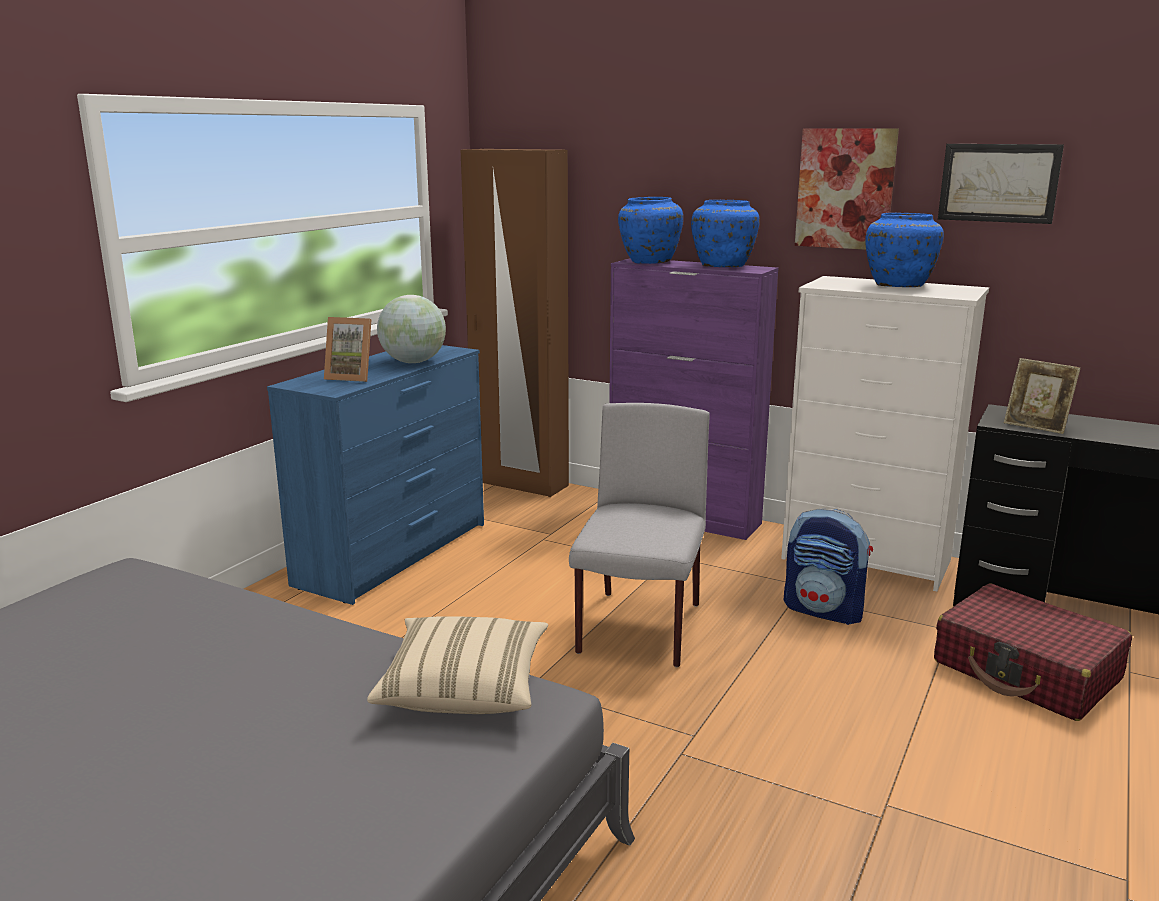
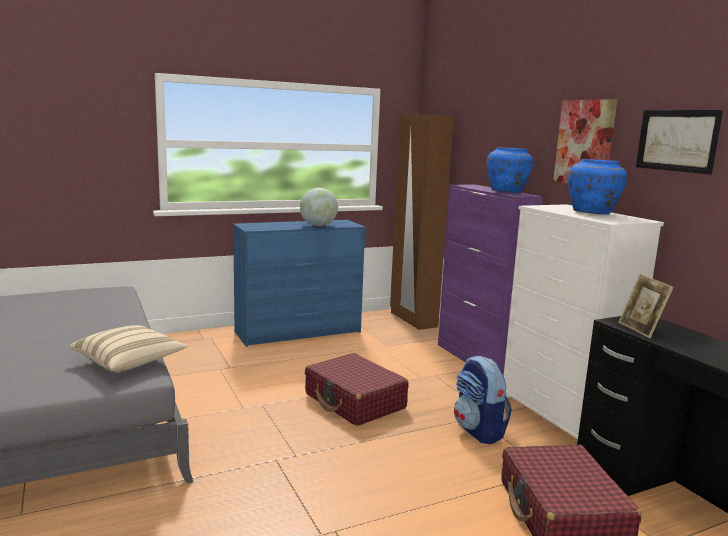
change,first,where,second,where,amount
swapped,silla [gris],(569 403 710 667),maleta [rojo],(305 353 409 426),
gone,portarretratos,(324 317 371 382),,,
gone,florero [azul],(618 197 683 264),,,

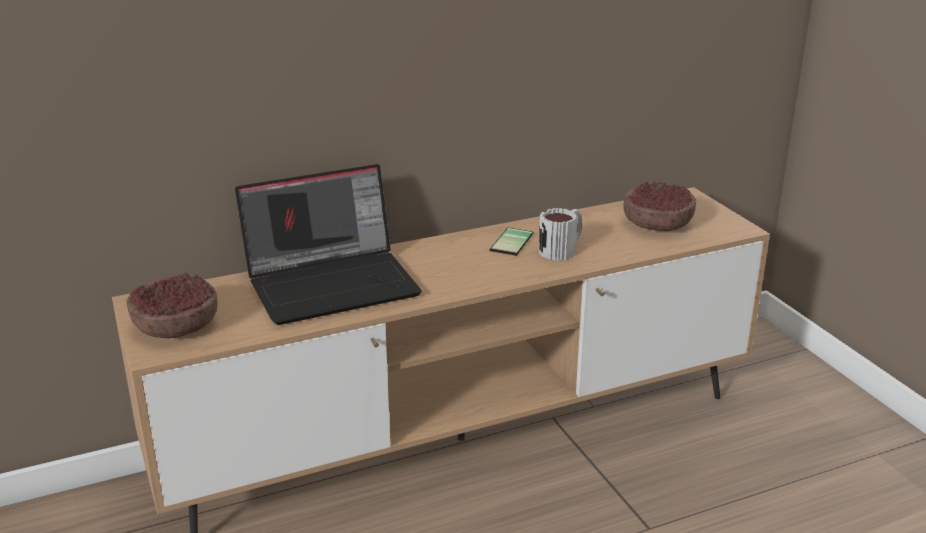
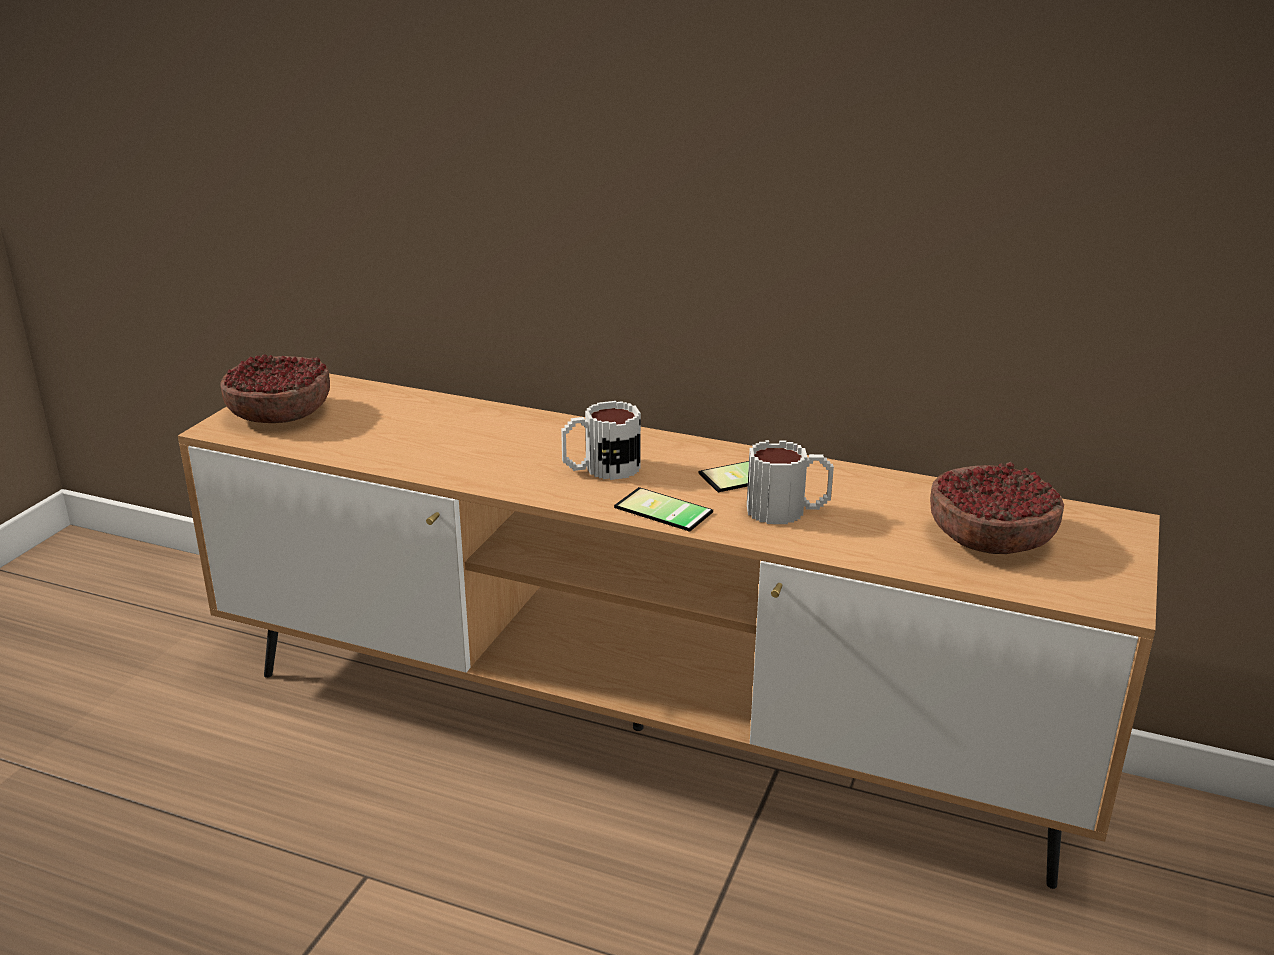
change,first,where,second,where,amount
new,,,taza grande,(561 401 641 480),
new,,,móvil,(614 487 713 532),
gone,portátil,(235 164 422 325),,,

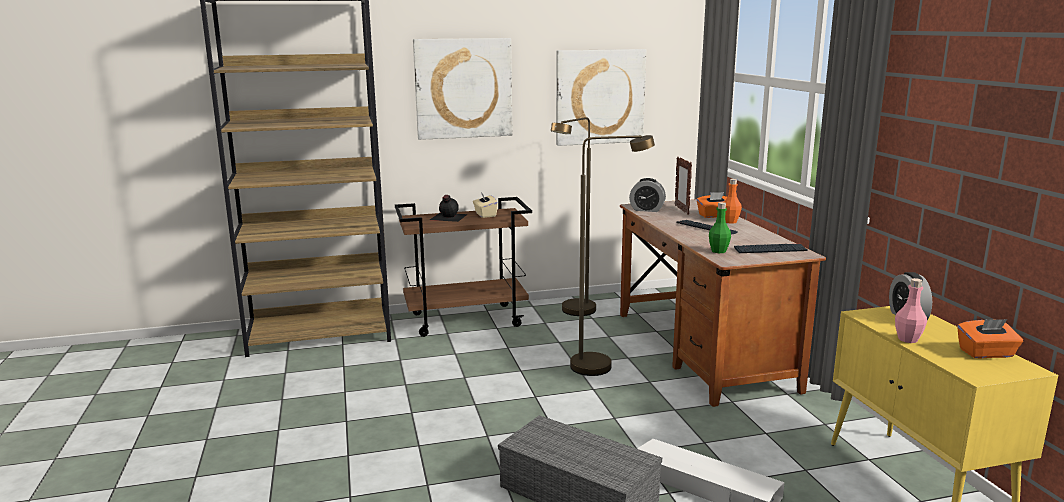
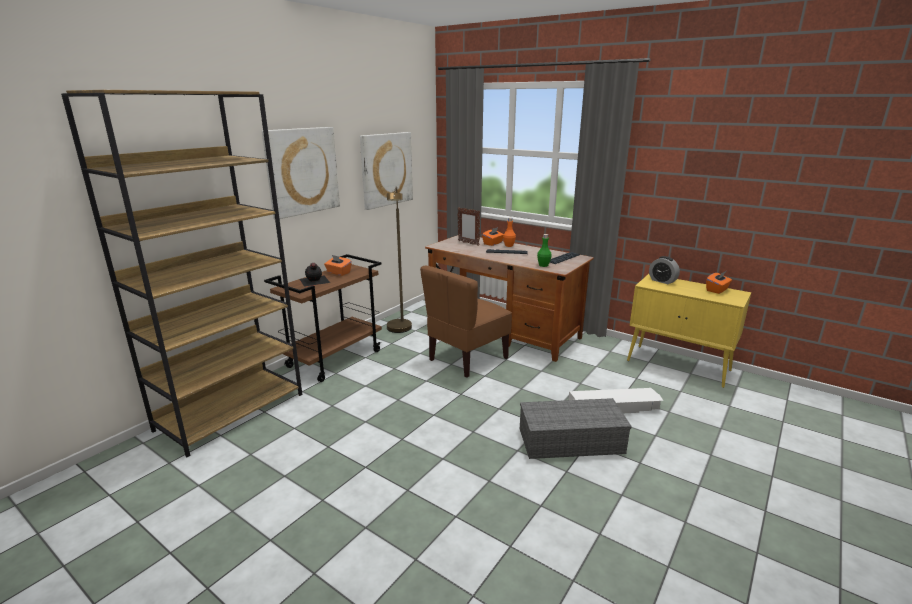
change,first,where,second,where,amount
repainted,caja de pañuelos [beis],(473 192 498 218),caja de pañuelos [naranja],(324 255 352 276),
swapped,lámpara de pie [marrón],(570 135 655 376),silla [marrón],(420 266 512 378),
gone,despertador,(629 178 666 212),,,
gone,botella [rosa],(895 278 927 343),,,

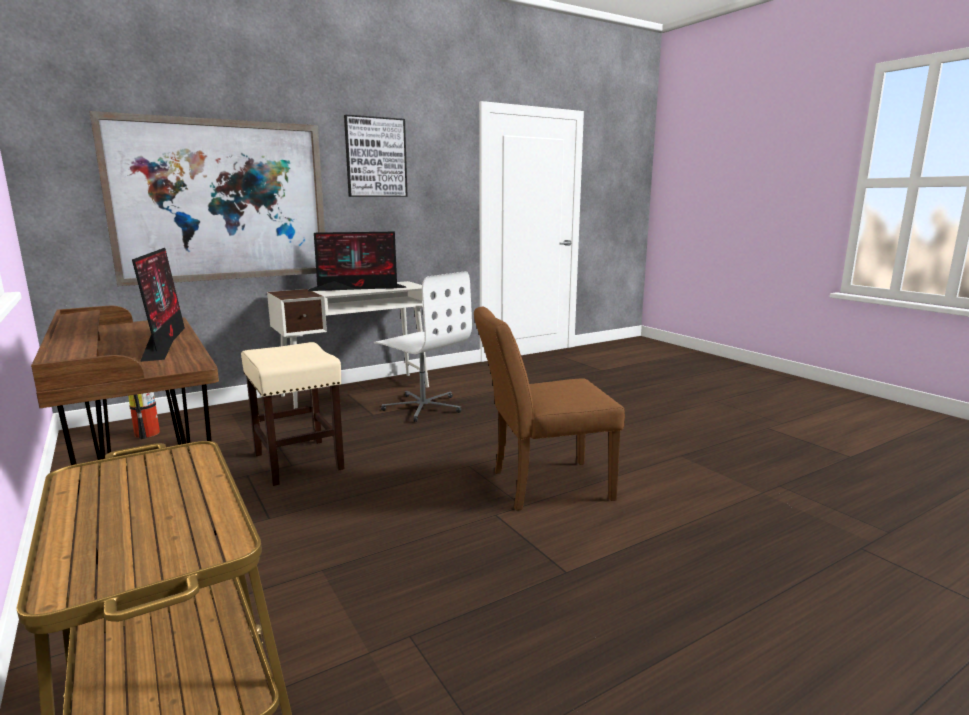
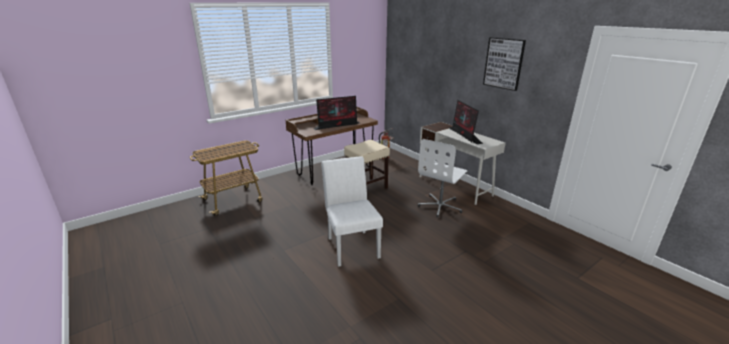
change,first,where,second,where,amount
repainted,silla [marrón],(474 307 625 511),silla [blanco],(321 156 383 267),
gone,cuadro,(89 111 325 286),,,

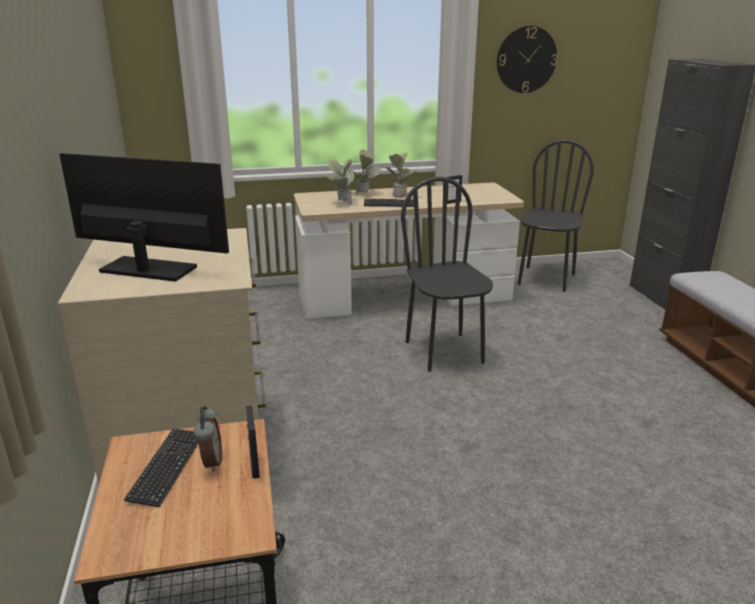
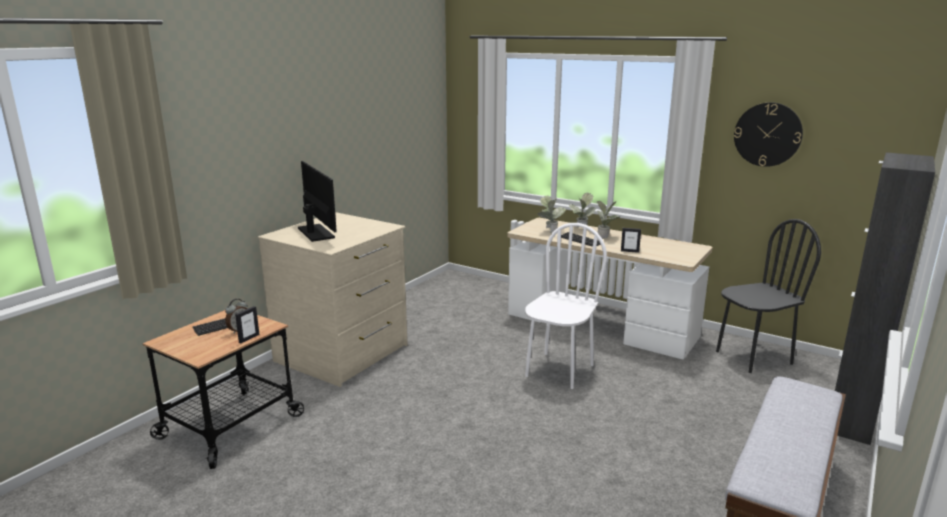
change,first,where,second,where,amount
repainted,silla [negro],(401 177 493 372),silla [blanco],(525 223 607 389),

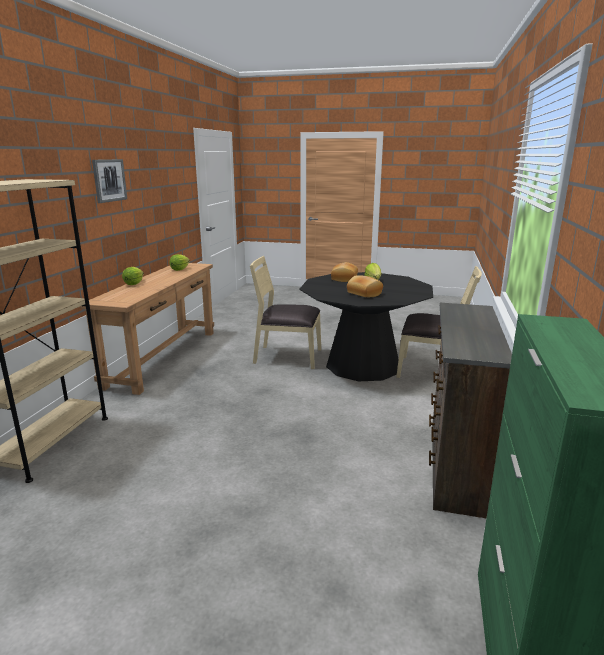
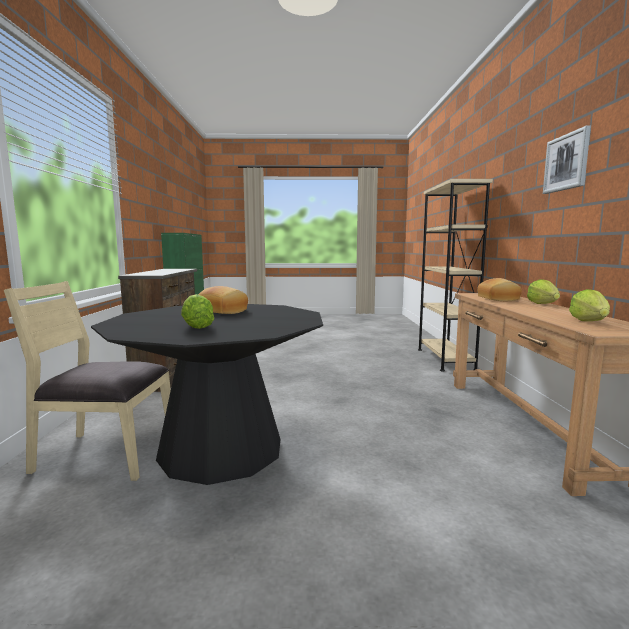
change,first,where,second,where,amount
shifted,pan,(331 262 358 282),,(477 278 522 301),
gone,silla [beis],(250 256 321 369),,,

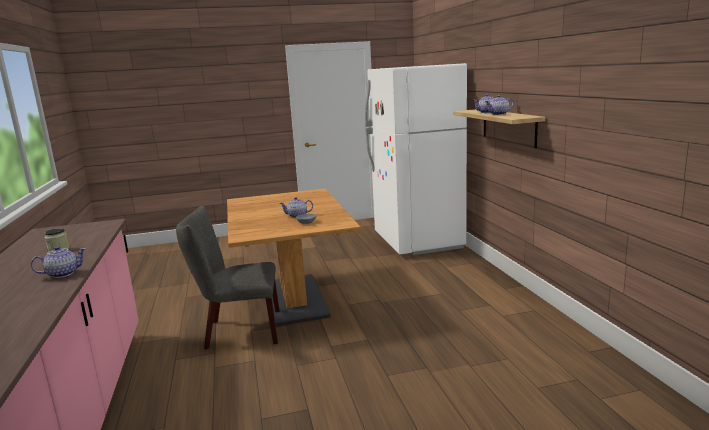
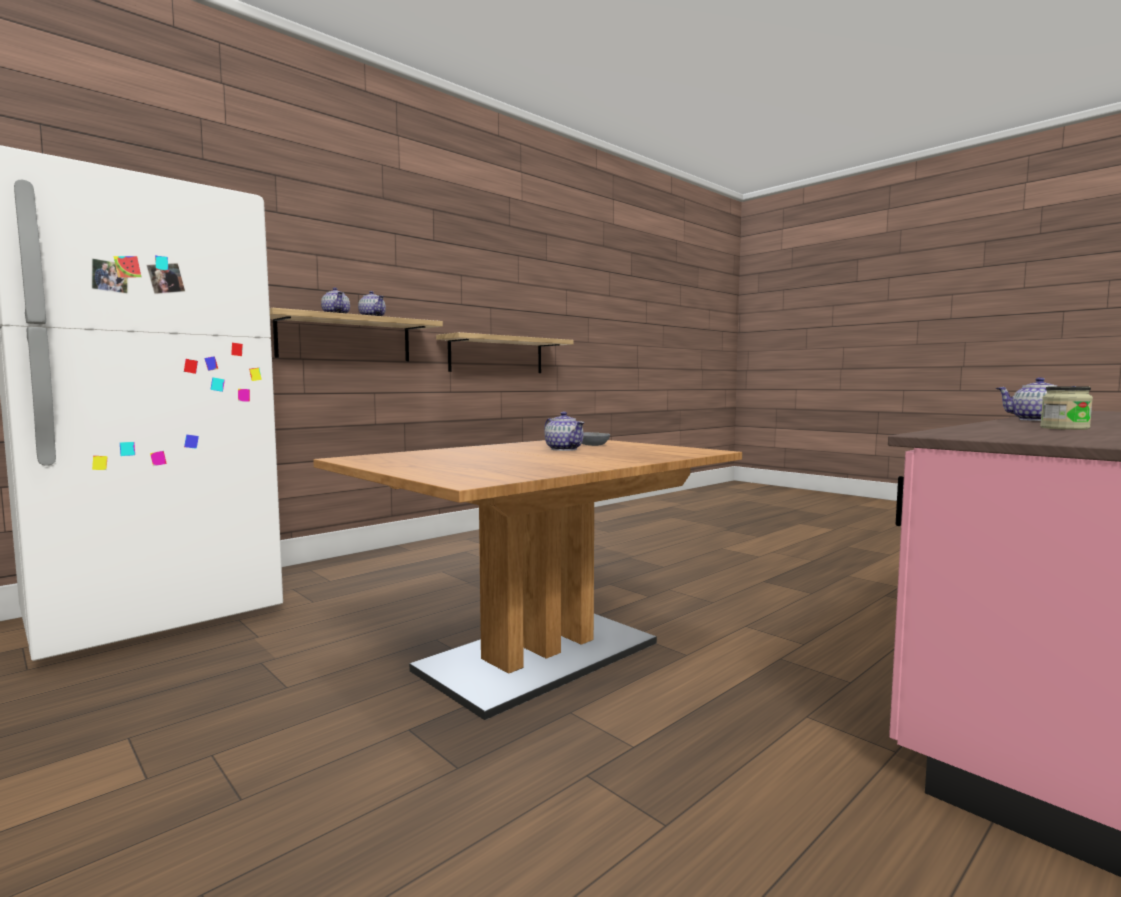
change,first,where,second,where,amount
new,,,estante,(436 332 573 373),
gone,silla [gris],(176 205 280 350),,,

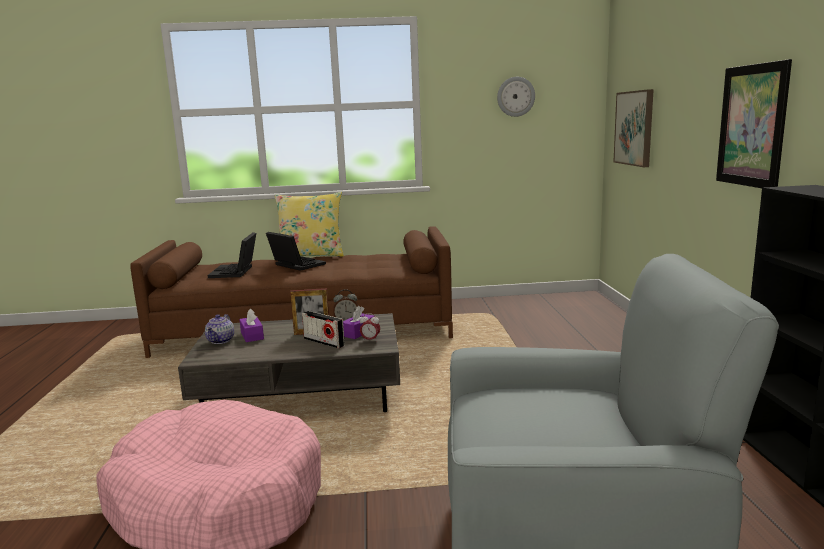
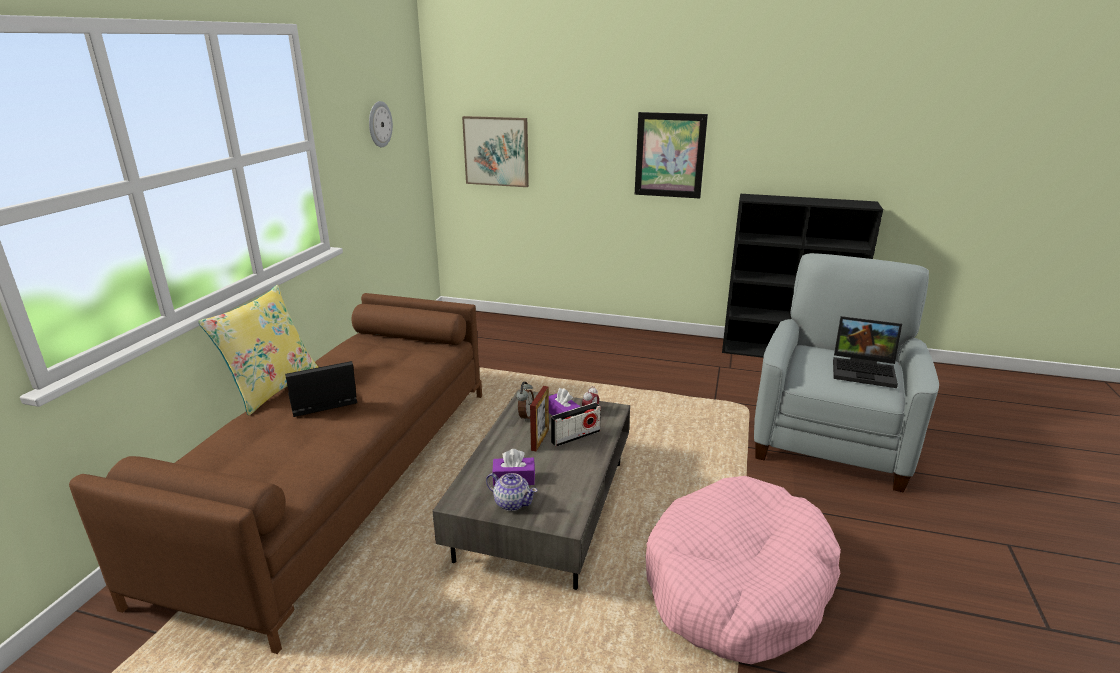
change,first,where,second,where,amount
shifted,portátil,(207 232 256 278),,(833 316 902 388),

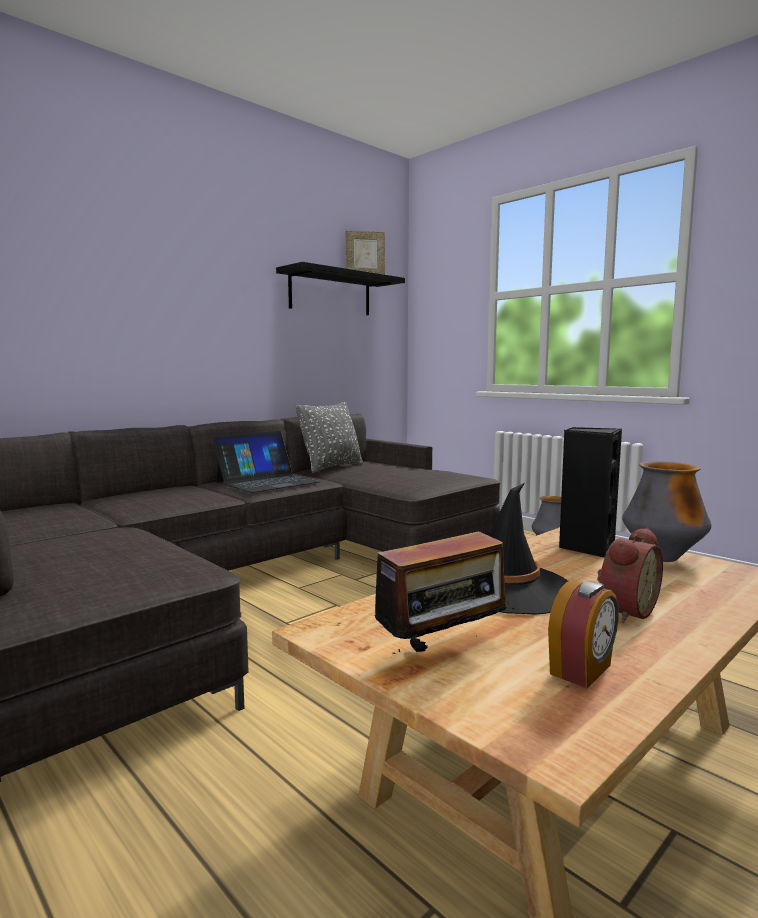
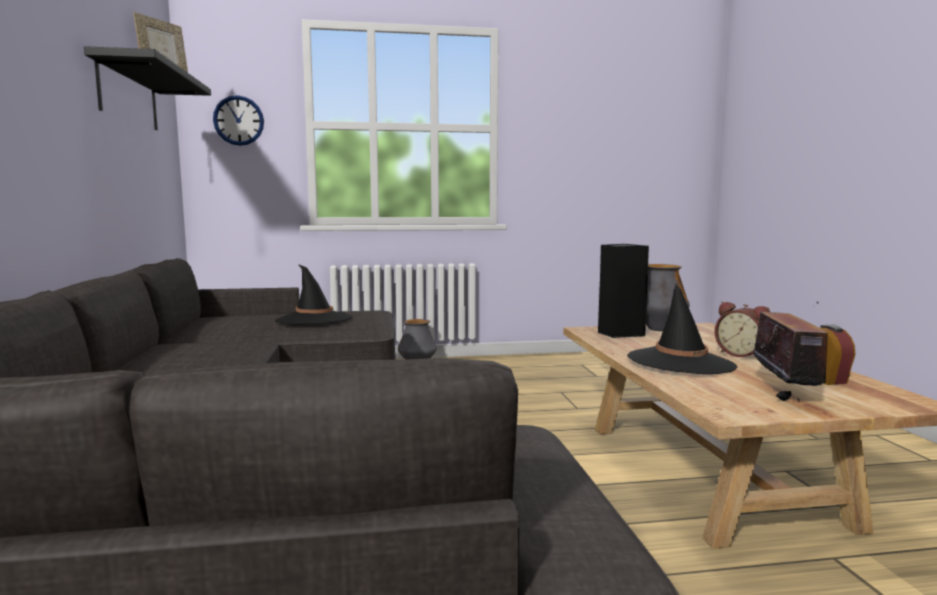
change,first,where,second,where,amount
new,,,reloj de pared,(213 95 264 146),
new,,,sombrero [negro],(275 264 353 324),
rotated,despertador,(597 528 663 623),,(715 302 770 357),150 degrees clockwise
gone,portátil,(213 431 320 493),,,
gone,cojín [gris],(296 402 363 473),,,

